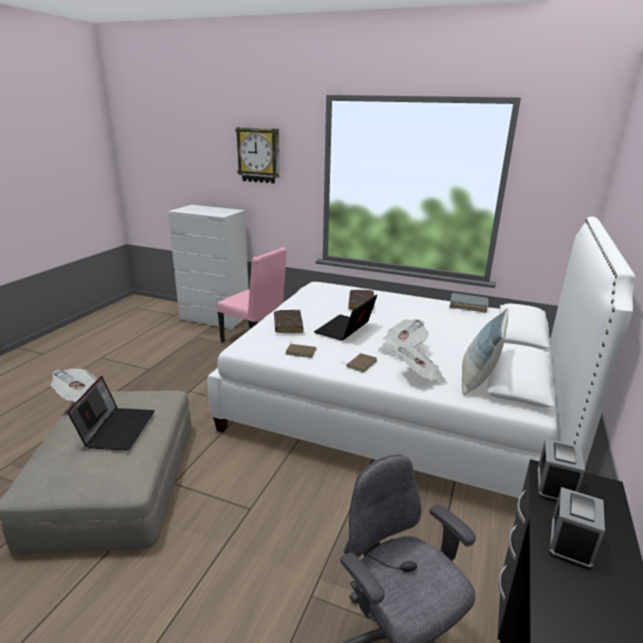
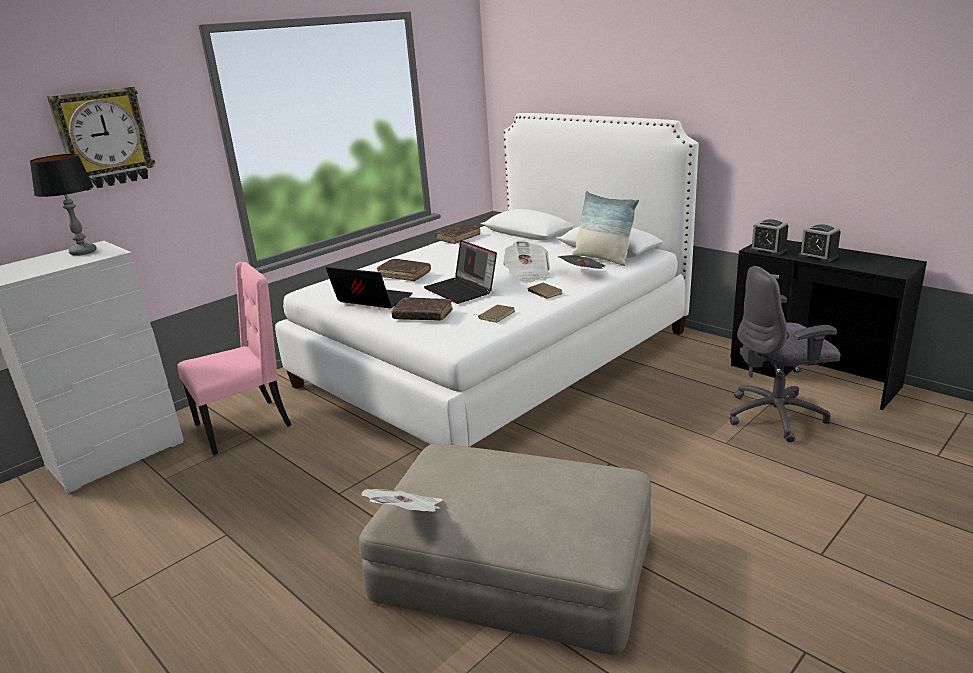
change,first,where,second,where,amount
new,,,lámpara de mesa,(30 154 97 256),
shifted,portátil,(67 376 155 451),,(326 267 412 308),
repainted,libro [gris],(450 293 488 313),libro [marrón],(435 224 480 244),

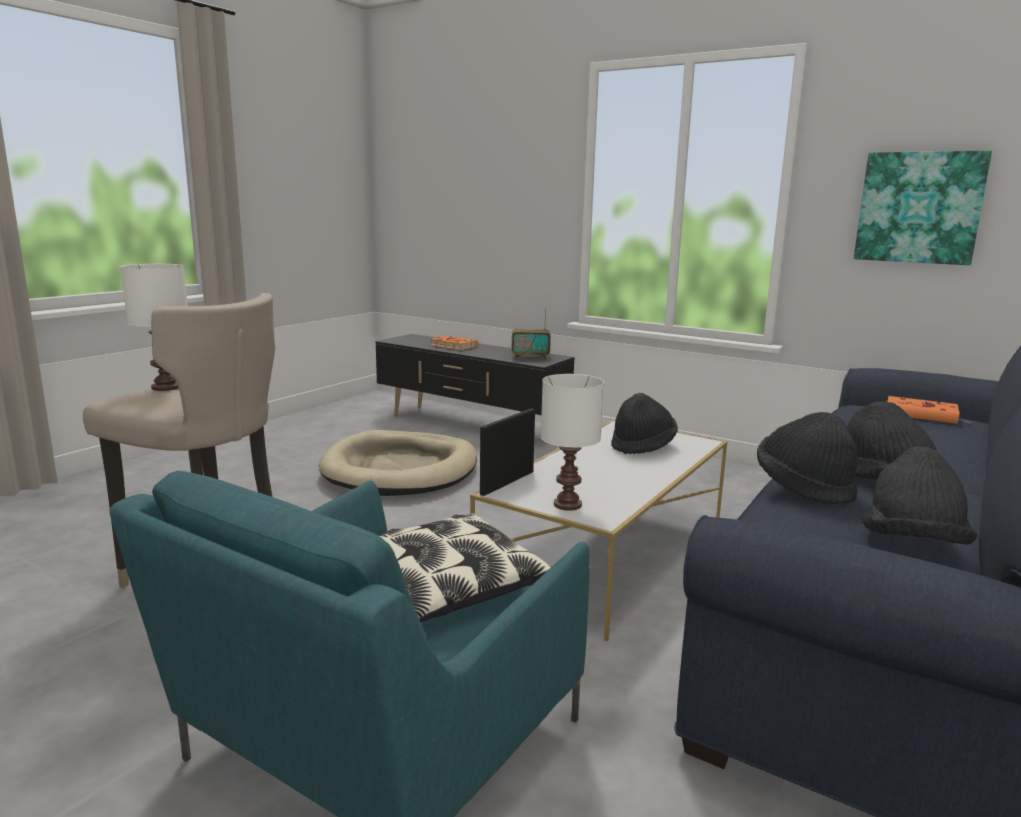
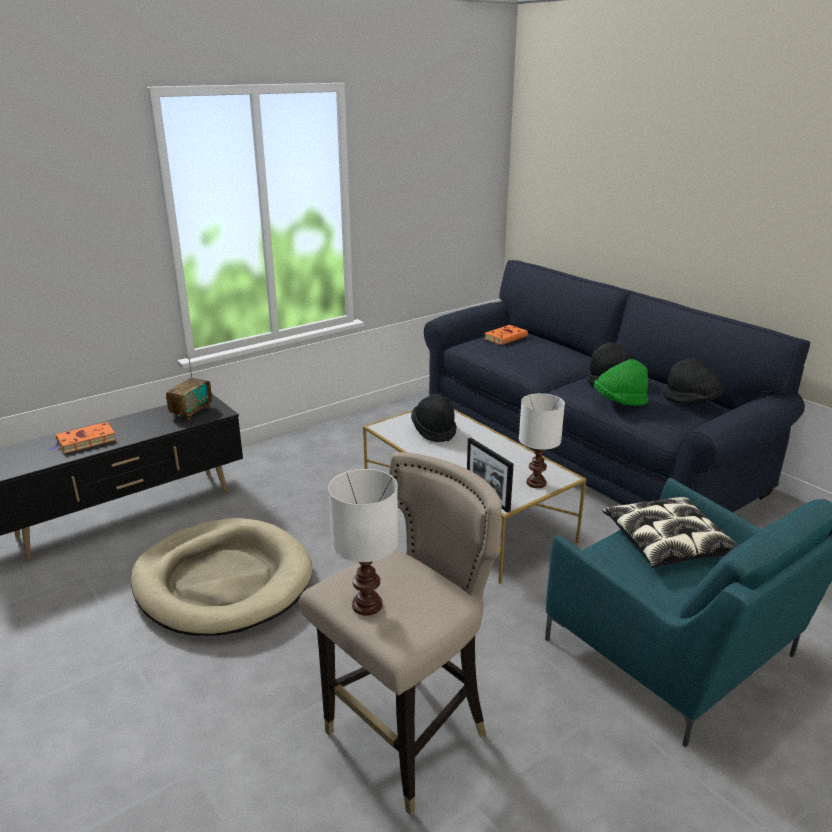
change,first,where,second,where,amount
repainted,sombrero [negro],(757 412 858 504),sombrero [verde],(594 359 648 406),
gone,cuadro,(854 150 992 265),,,

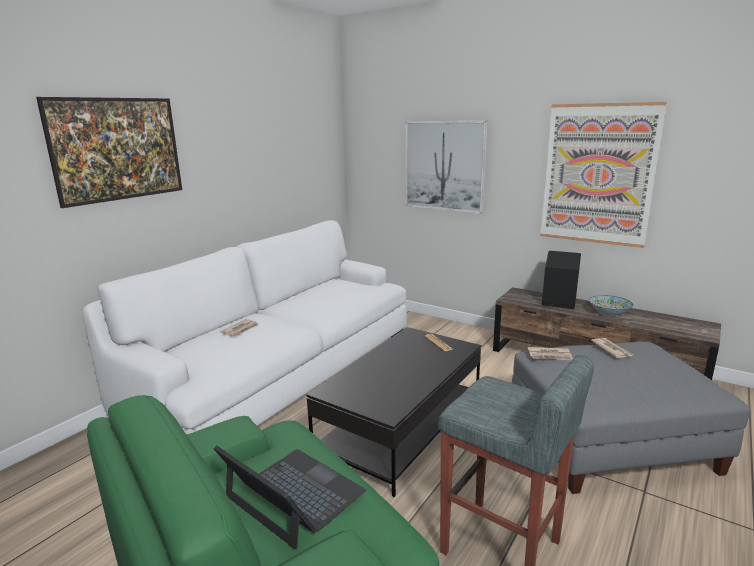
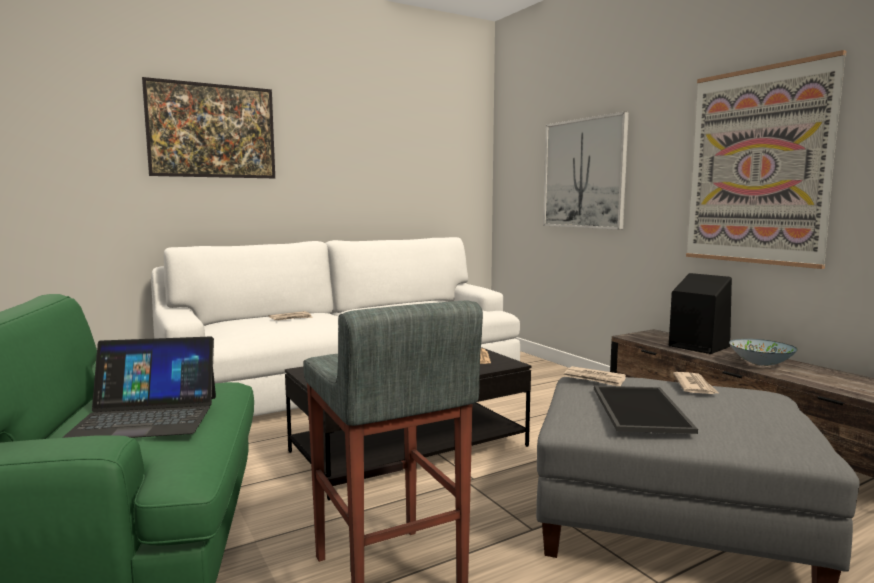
change,first,where,second,where,amount
rotated,portátil,(213 445 366 550),,(62 336 216 438),105 degrees clockwise
new,,,bandeja,(594 386 698 434),

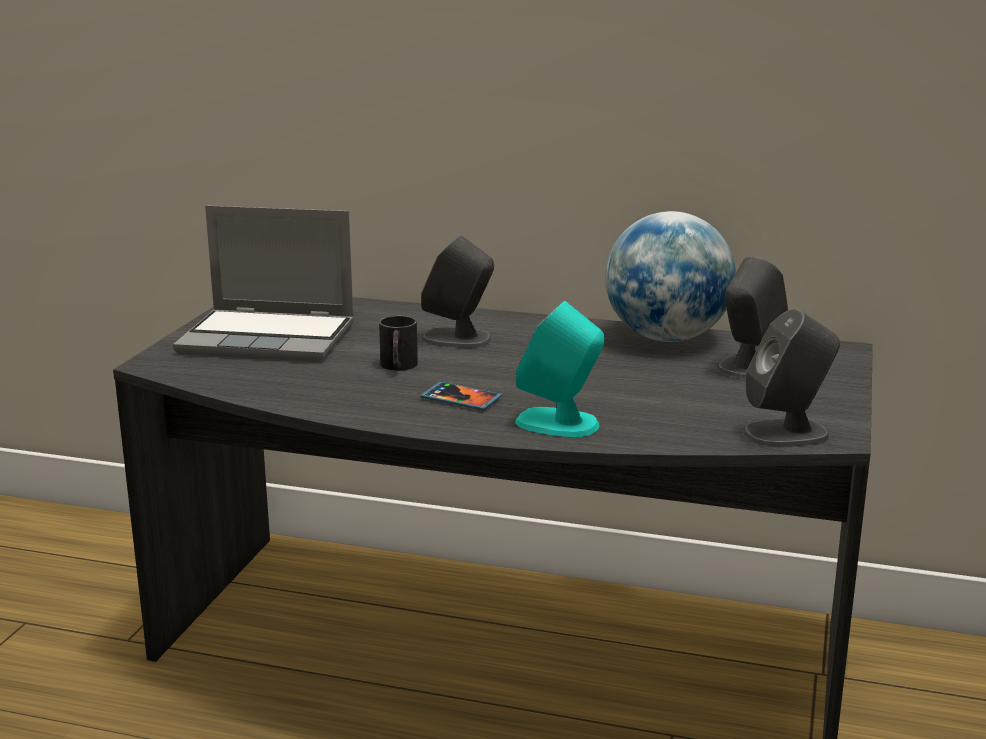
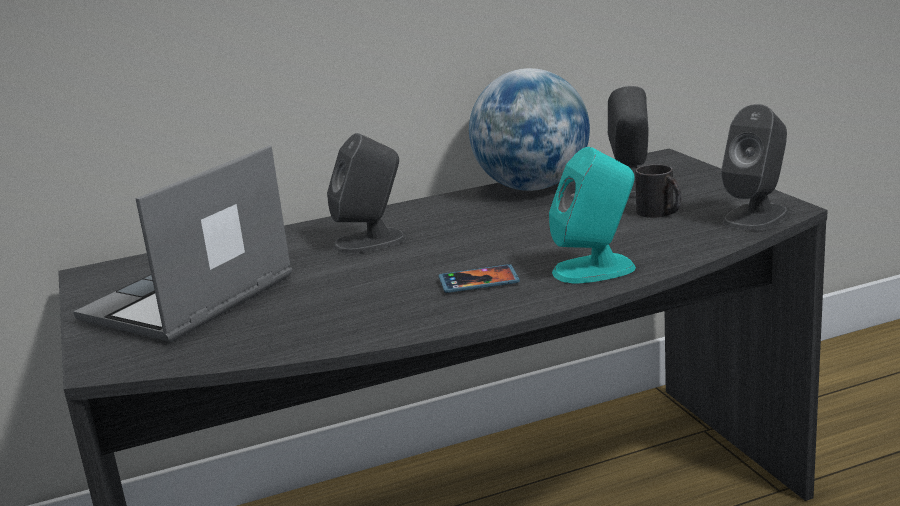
change,first,where,second,where,amount
rotated,portátil,(173 205 354 362),,(73 145 292 342),150 degrees clockwise
shifted,taza grande [negro],(379 315 418 371),,(635 164 682 218),

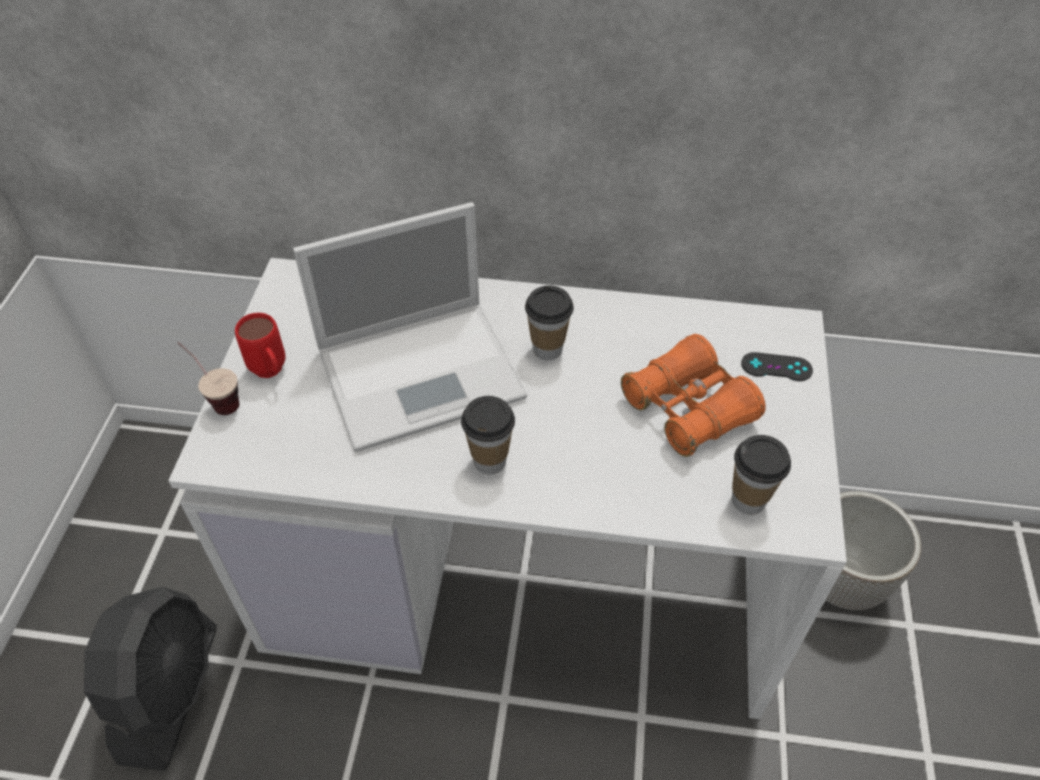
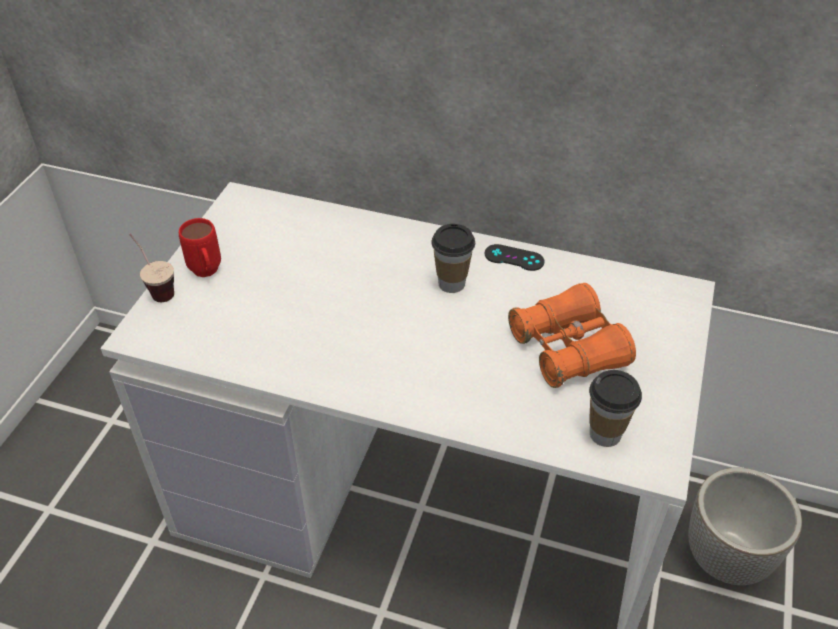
change,first,where,second,where,amount
shifted,mando de consola [negro],(741 352 813 381),,(484 244 545 271),
gone,ventilador [negro],(84 587 217 771),,,
gone,portátil,(293 202 527 452),,,
gone,taza,(461 396 515 475),,,

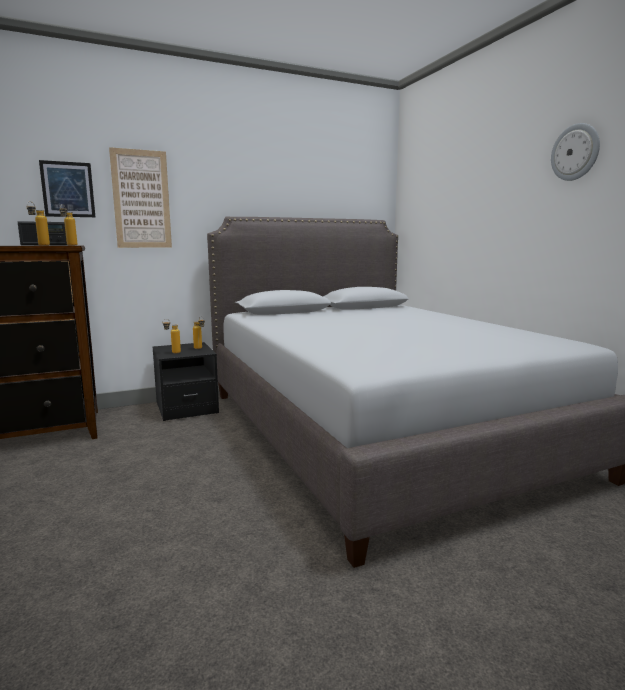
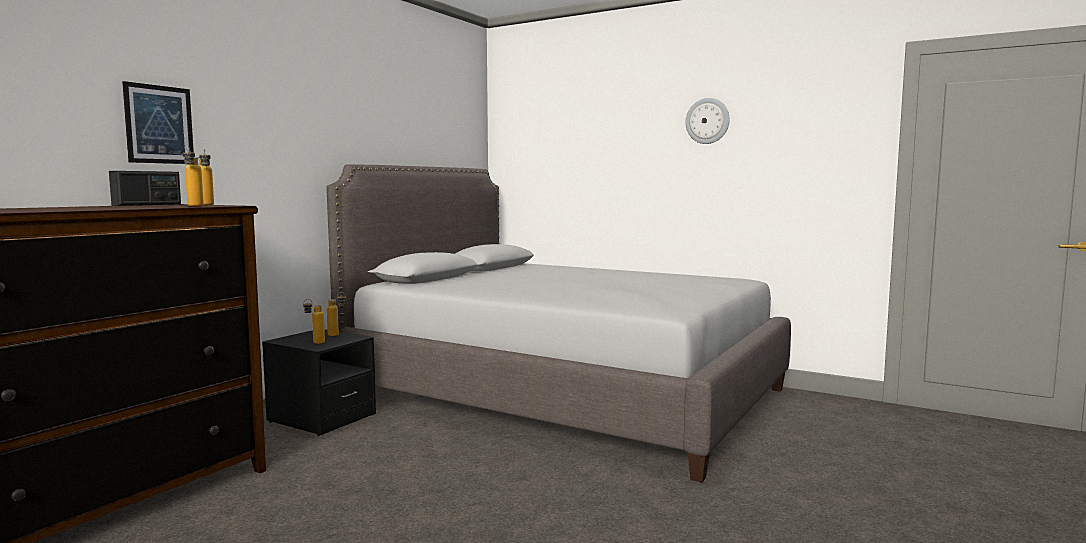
change,first,where,second,where,amount
gone,cuadro,(109 147 172 248),,,

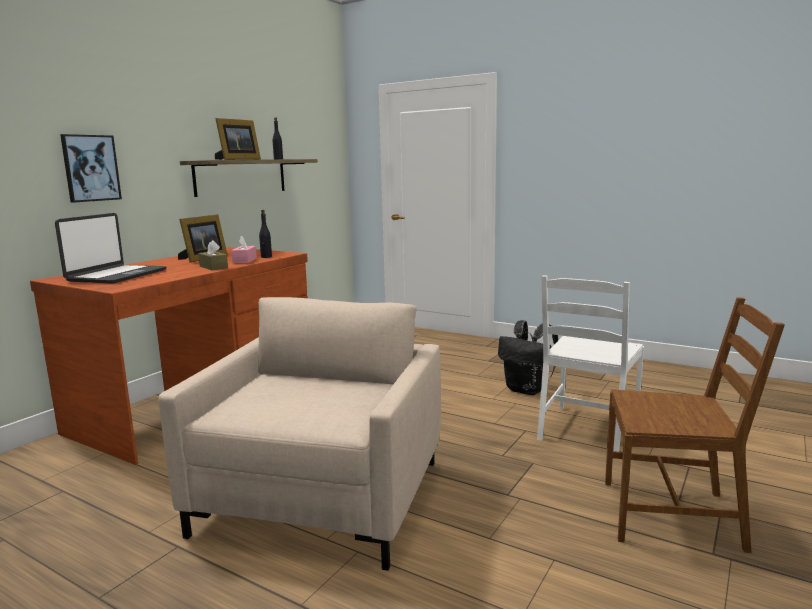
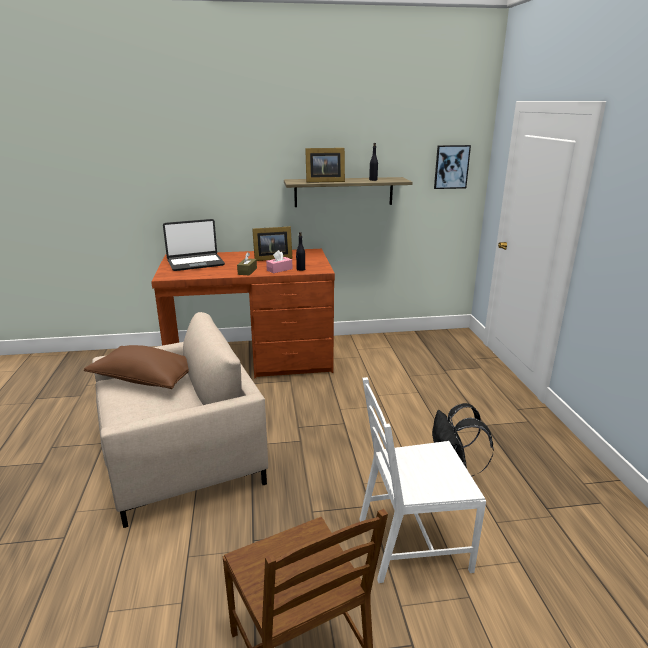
change,first,where,second,where,amount
new,,,cojín [marrón],(84 345 189 389),
shifted,cuadro,(60 134 122 203),,(434 145 471 189),

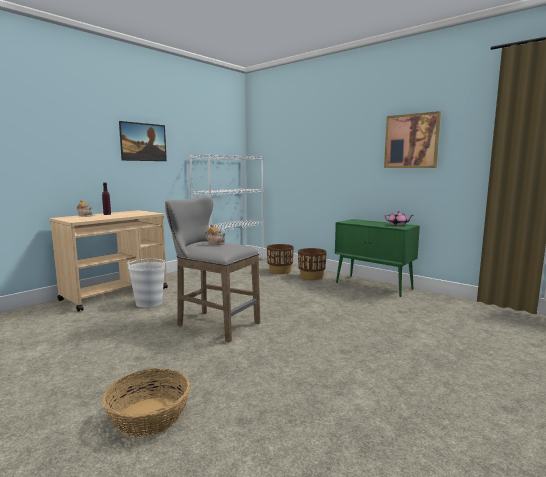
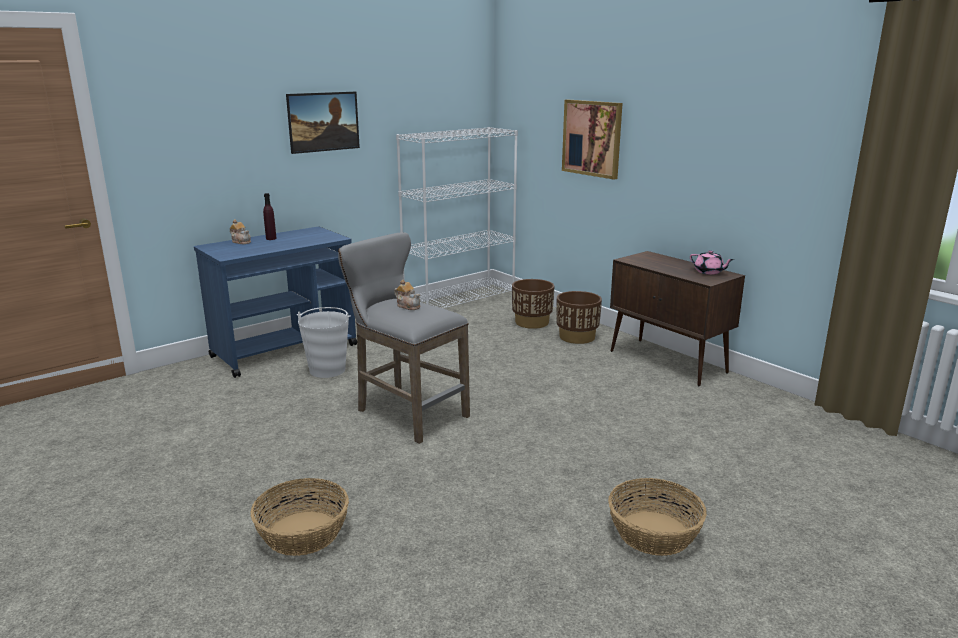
change,first,where,second,where,amount
repainted,carrito [beis],(49 210 168 312),carrito [azul],(194 227 357 378),
shifted,cuadro,(384 111 441 168),,(562 100 622 179),
new,,,cesta,(608 478 707 556),
repainted,armario [verde],(335 219 420 297),armario [marrón],(610 251 745 386),

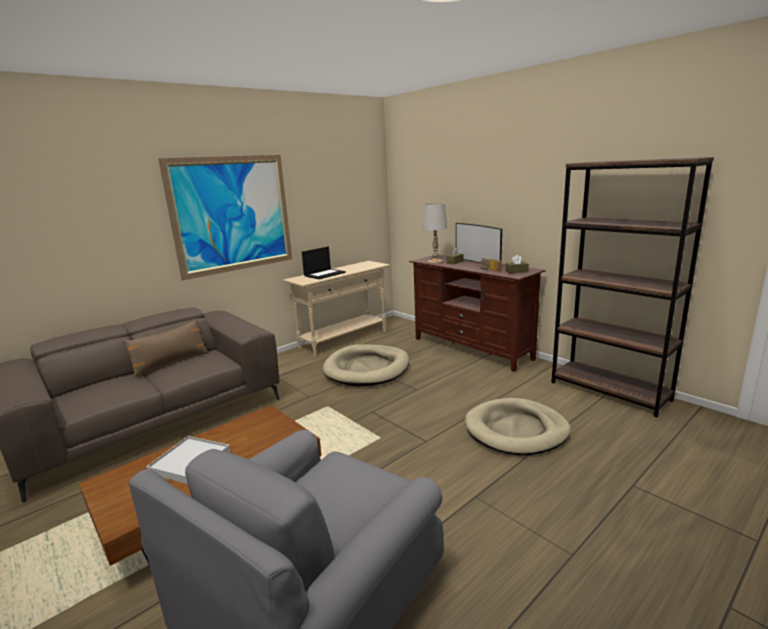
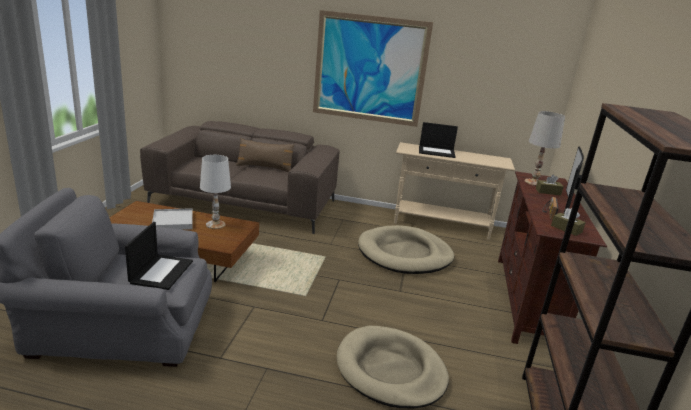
change,first,where,second,where,amount
new,,,portátil,(125 222 193 290),
new,,,lámpara de mesa [blanco],(200 155 231 229),

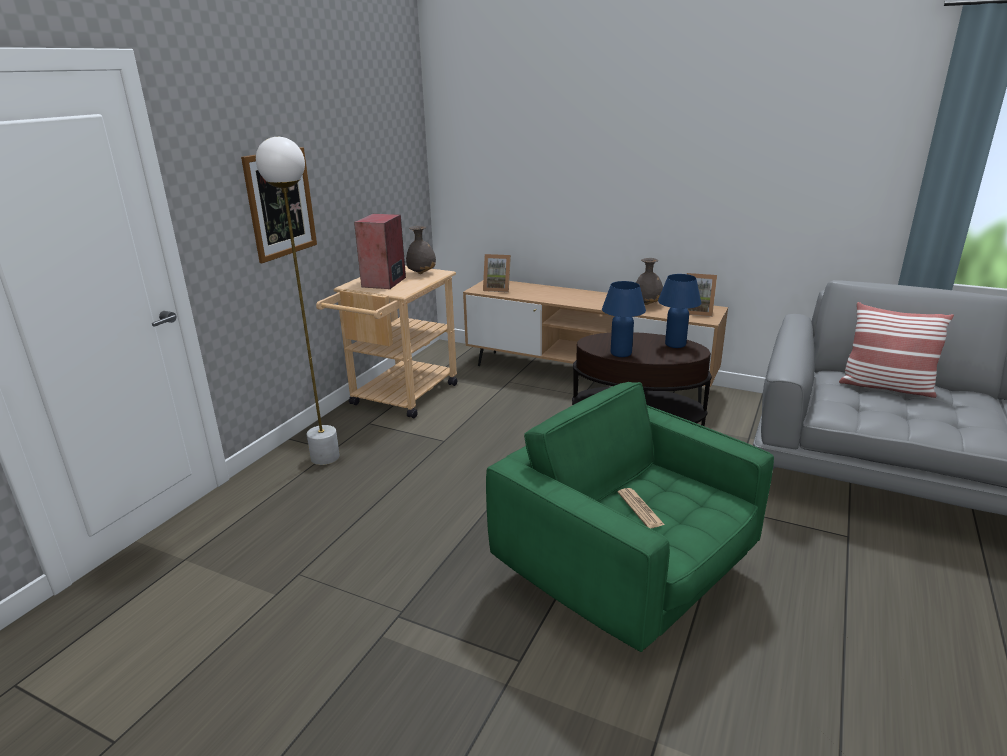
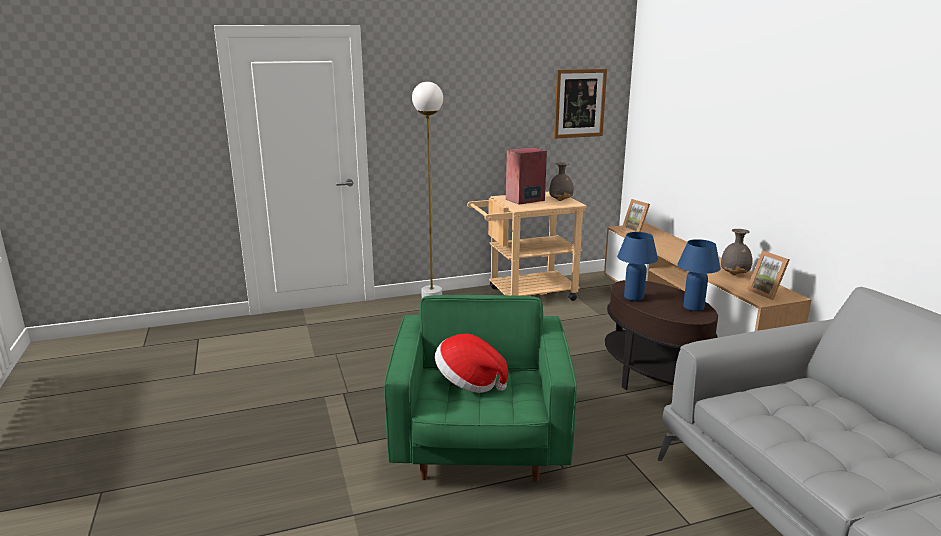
change,first,where,second,where,amount
swapped,periódico,(618 488 665 528),sombrero,(435 334 508 393),
shifted,cuadro,(241 147 317 263),,(554 69 607 139),
gone,cojín,(839 302 954 398),,,

